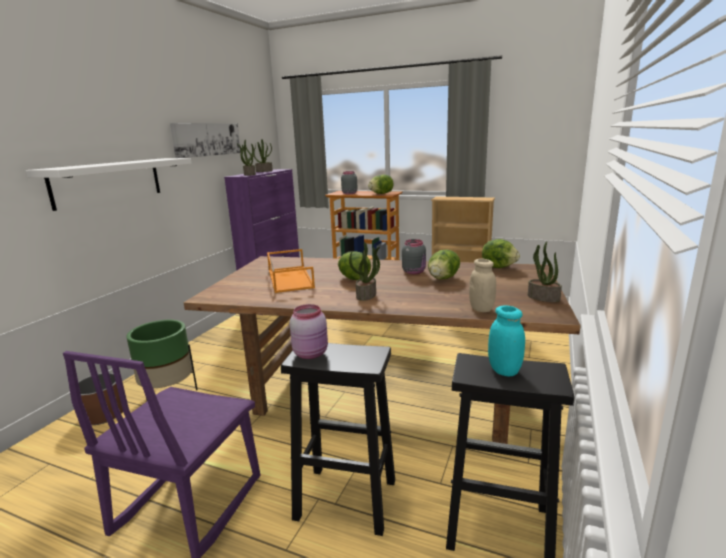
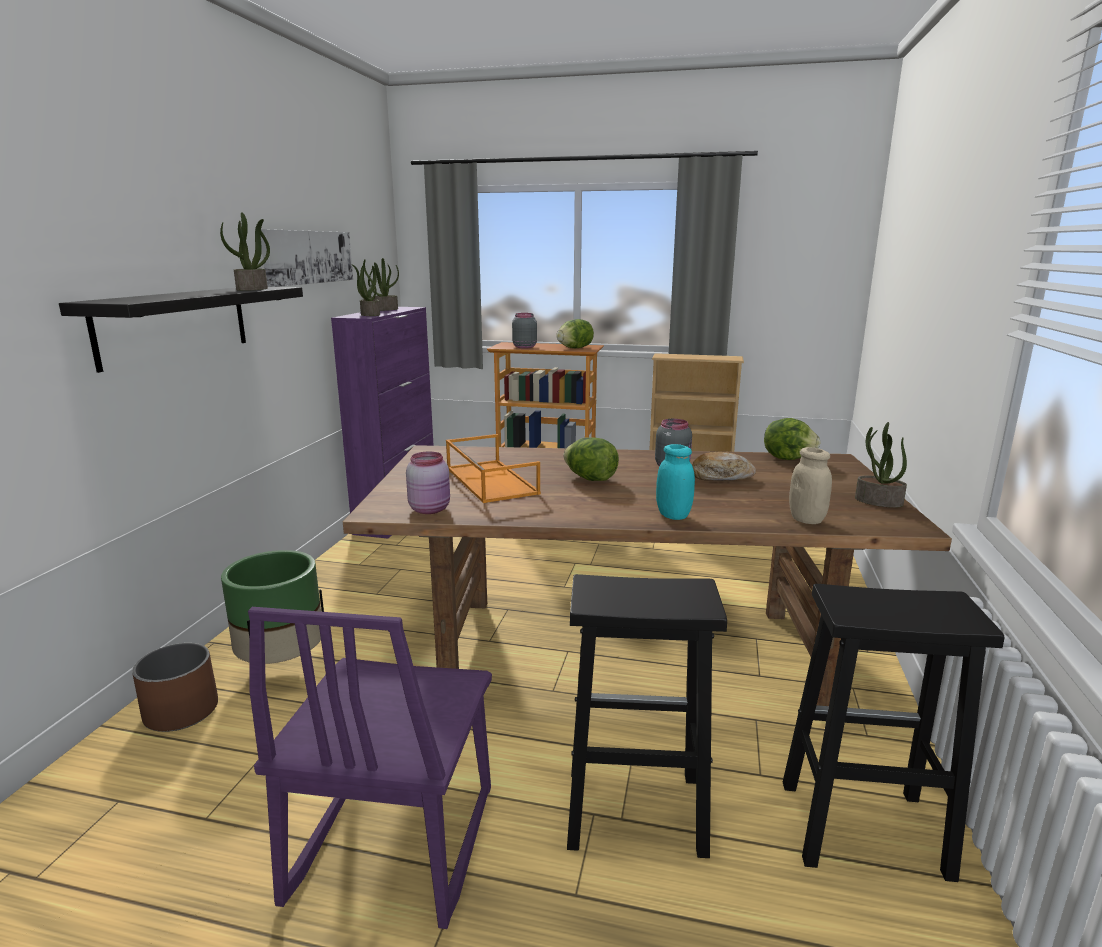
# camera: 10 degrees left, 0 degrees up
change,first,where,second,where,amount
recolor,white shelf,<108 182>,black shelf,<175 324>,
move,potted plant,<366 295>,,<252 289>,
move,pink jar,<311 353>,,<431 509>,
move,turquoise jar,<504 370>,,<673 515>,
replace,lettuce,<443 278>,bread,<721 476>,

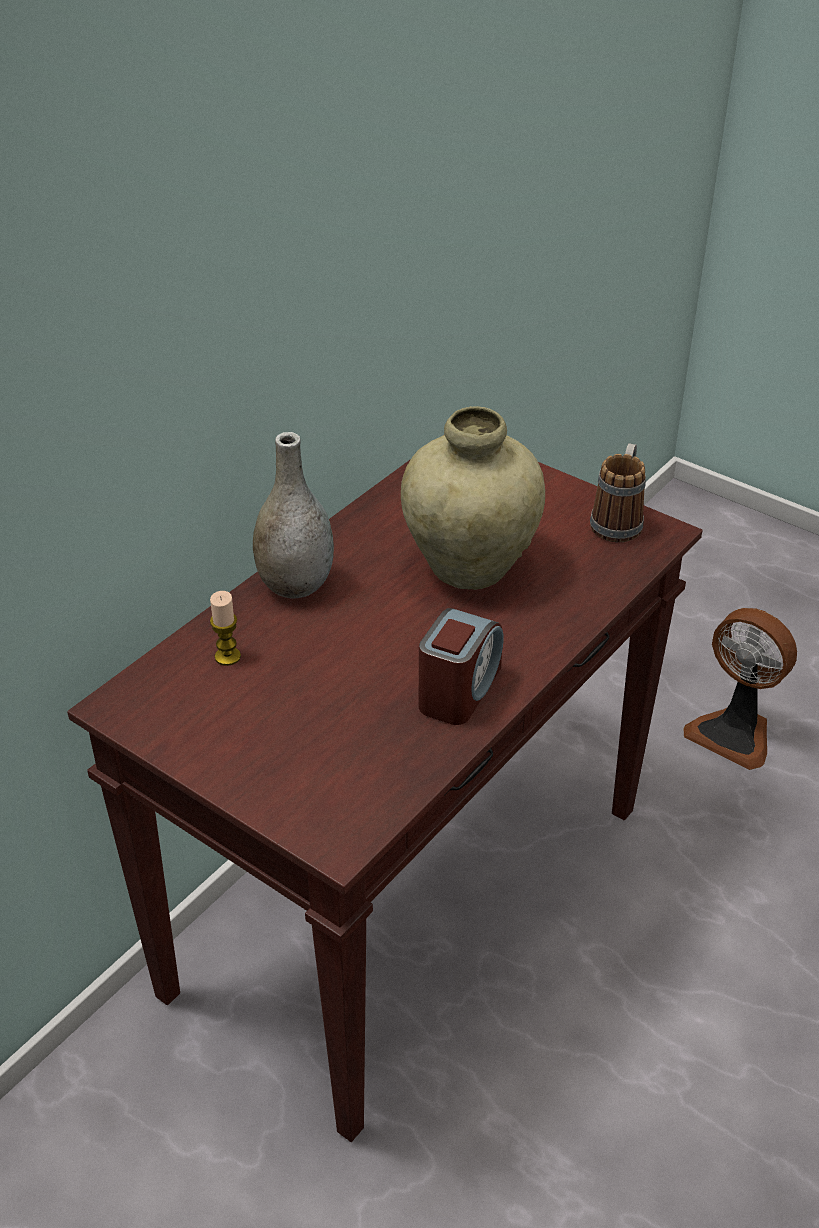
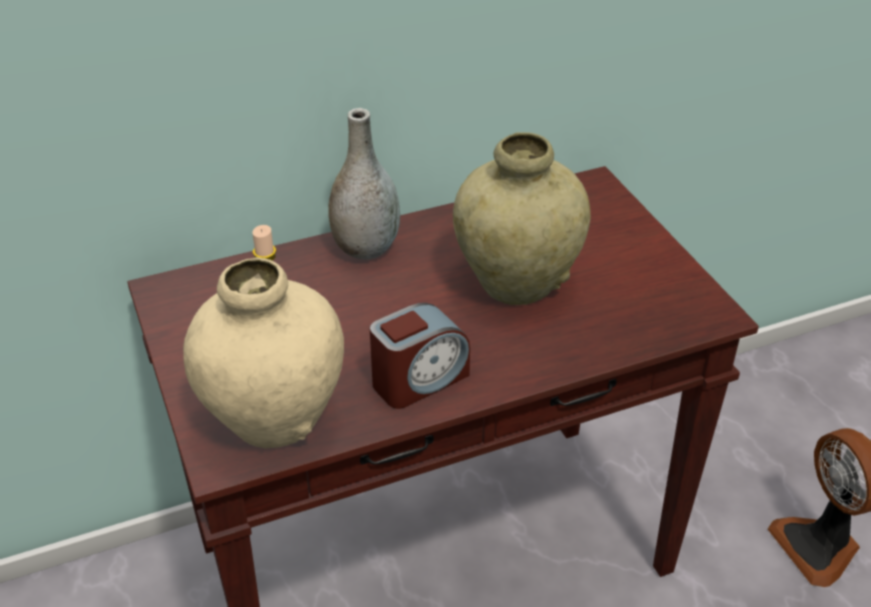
# camera: 30 degrees right, 0 degrees up
change,first,where,second,where,amount
insert,,,beige vase,<274 420>,
delete,mug,<618 520>,,,

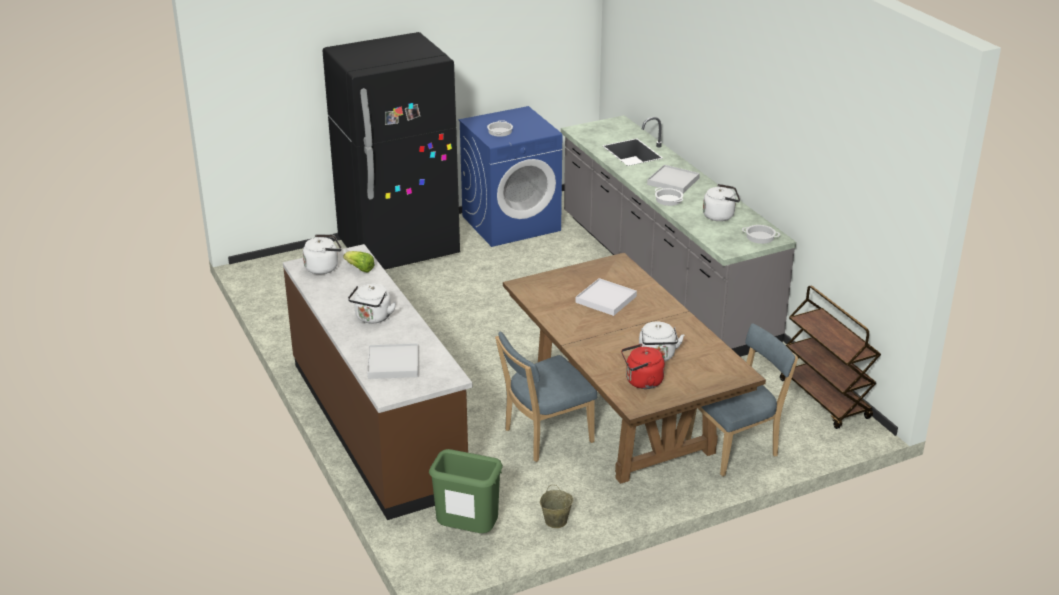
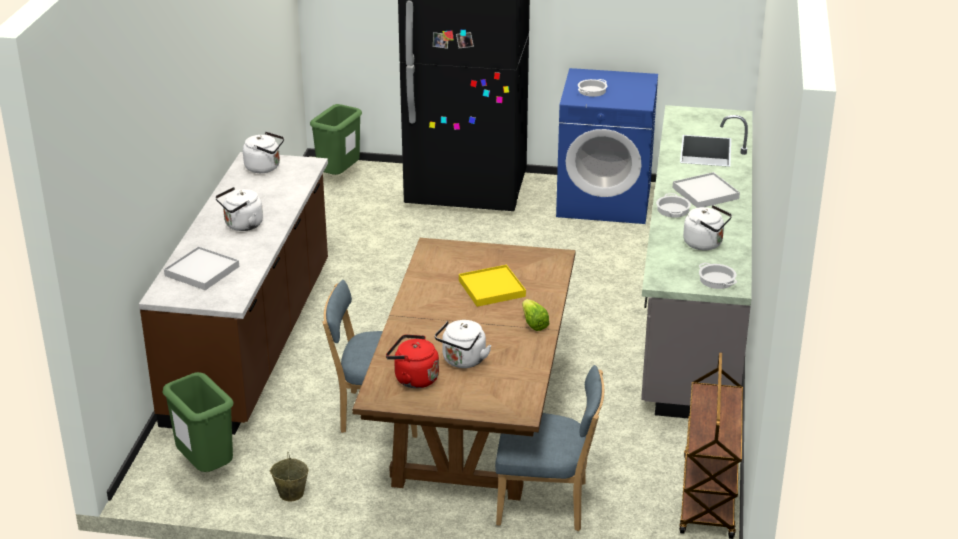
# camera: 35 degrees right, 0 degrees up
change,first,where,second,where,amount
insert,,,green trash can,<339 176>,
recolor,white tray,<606 299>,yellow tray,<492 288>,
move,lettuce,<360 269>,,<533 323>,

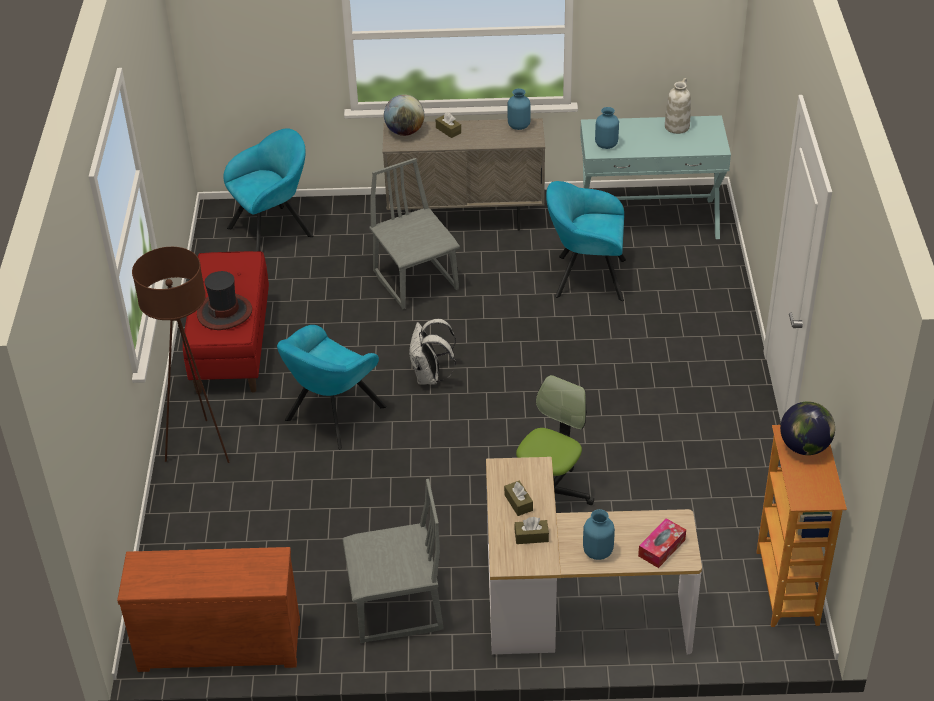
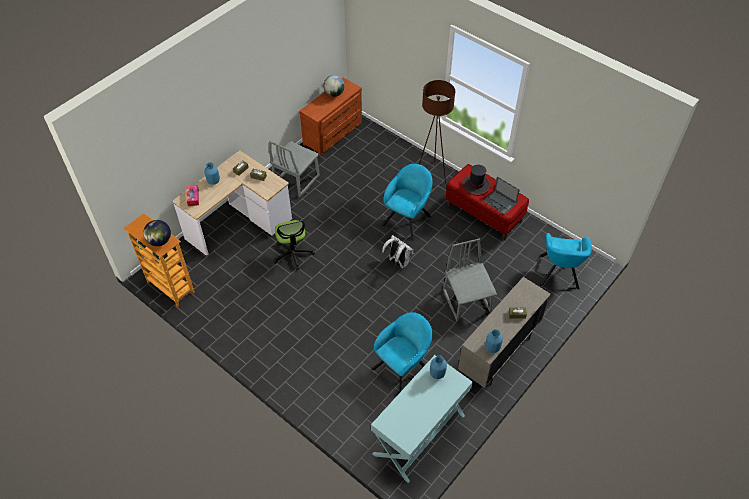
# camera: 130 degrees right, 10 degrees up
change,first,where,second,where,amount
move,globe,<405 131>,,<334 94>,
rotate,turquoise armchair,<332 416>,,<408 219>,45 degrees clockwise
rotate,grey chair,<416 280>,,<467 301>,120 degrees counterclockwise
insert,,,laptop,<500 202>,
delete,white vase,<677 126>,,,

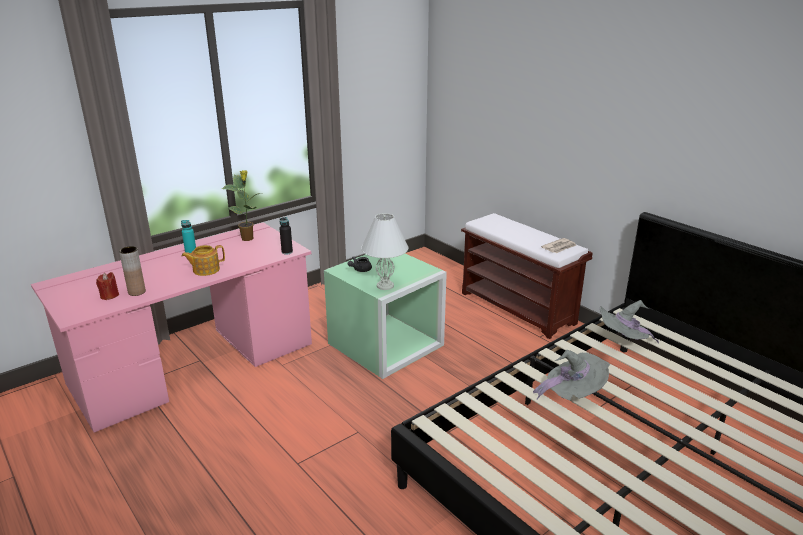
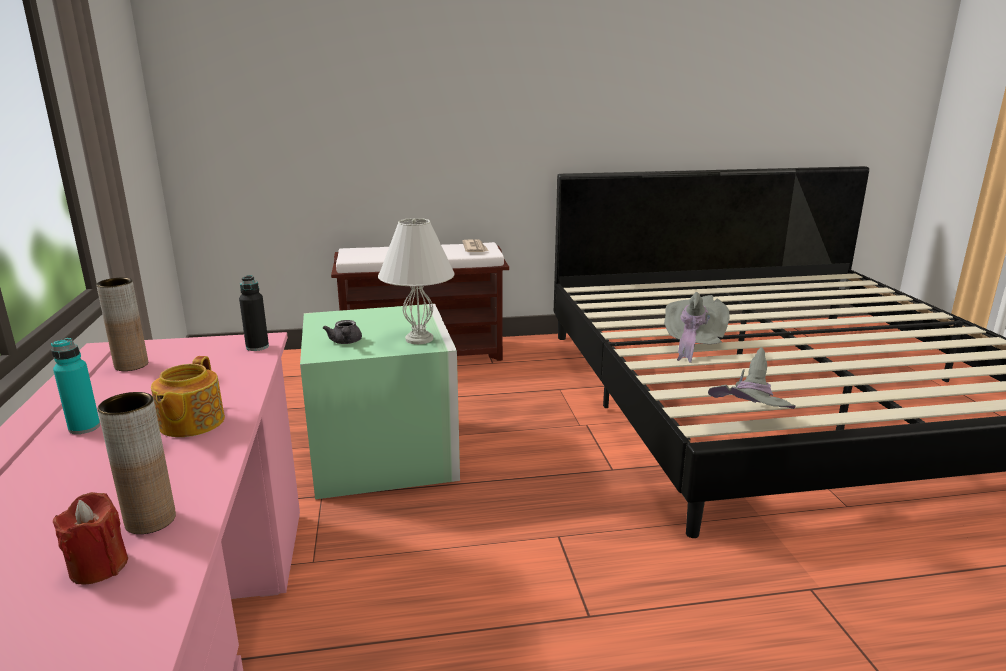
# camera: 60 degrees left, 5 degrees down
change,first,where,second,where,amount
replace,potted plant,<248 238>,brown vase,<131 365>,
move,grey hat,<622 341>,,<749 425>,

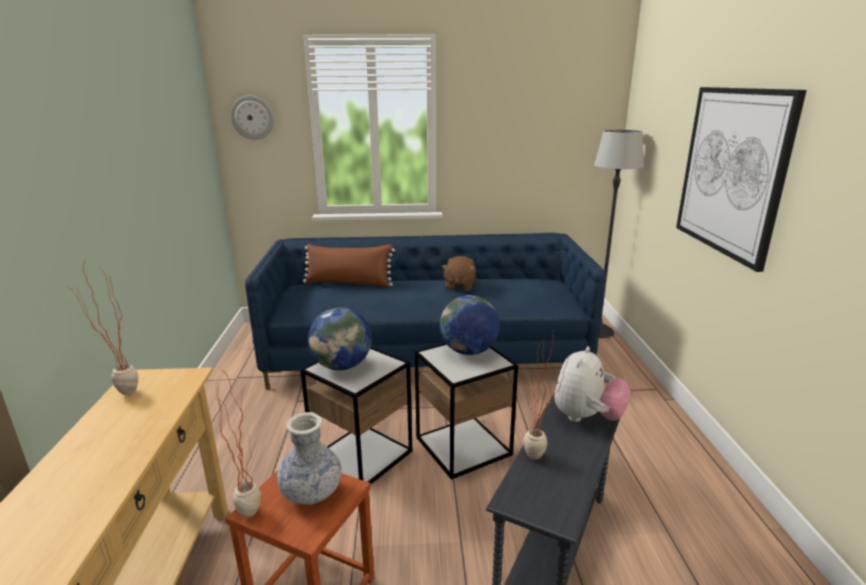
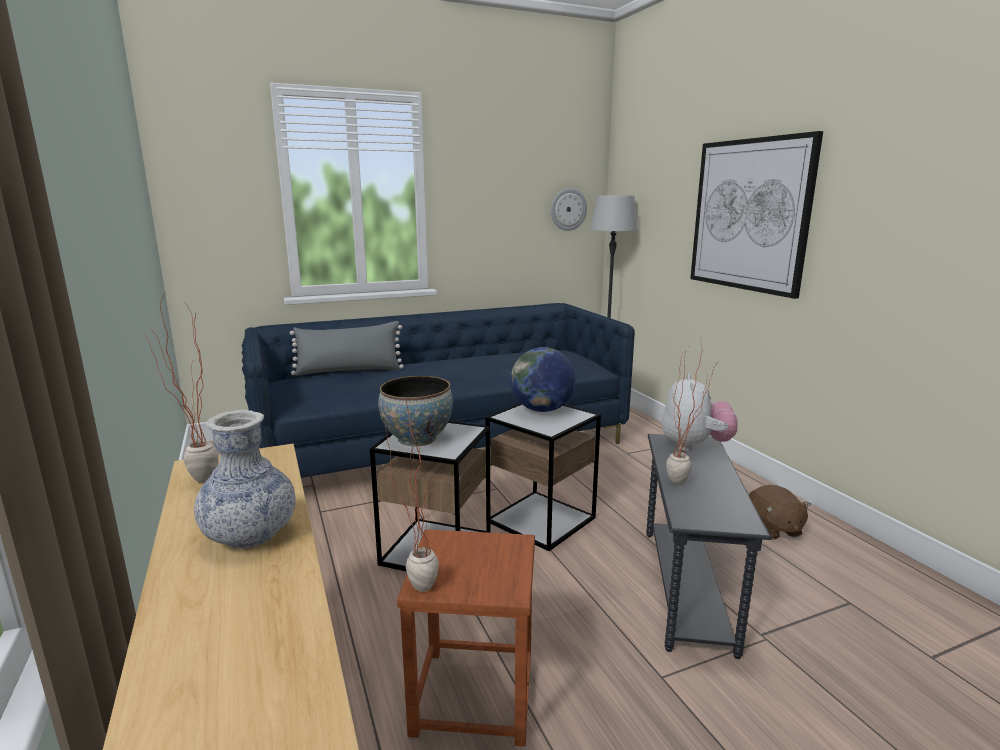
# camera: 20 degrees left, 5 degrees down
change,first,where,second,where,amount
move,vase,<311 492>,,<250 535>,
recolor,brown pillow,<348 283>,grey pillow,<349 371>,
replace,globe,<342 366>,bowl,<417 439>,
move,wall clock,<253 117>,,<568 209>,
move,brown plush toy,<459 285>,,<773 529>,

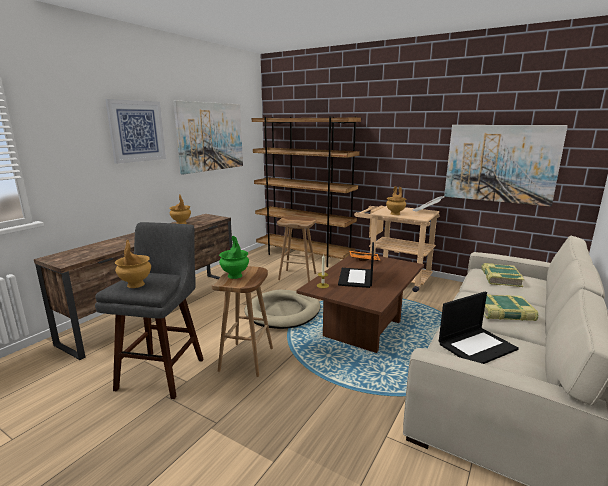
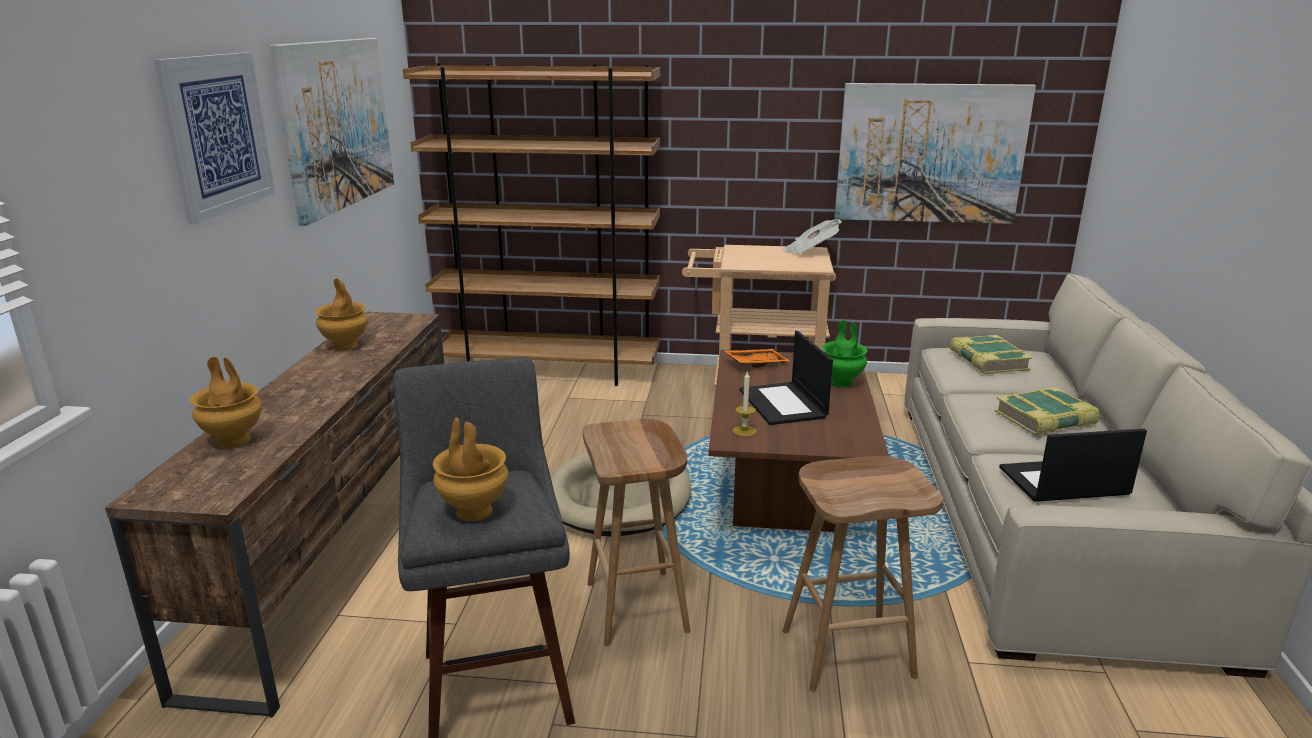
# camera: 25 degrees left, 5 degrees up
change,first,where,second,where,amount
move,brown vase,<395 214>,,<235 440>,
move,brown stool,<298 276>,,<848 652>,
move,green vase,<235 276>,,<842 382>,
rotate,laptop,<477 346>,,<1063 482>,135 degrees counterclockwise

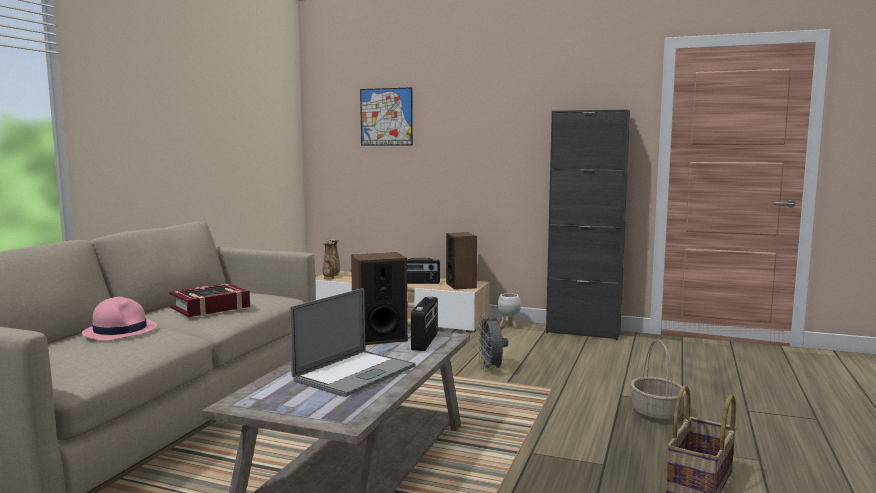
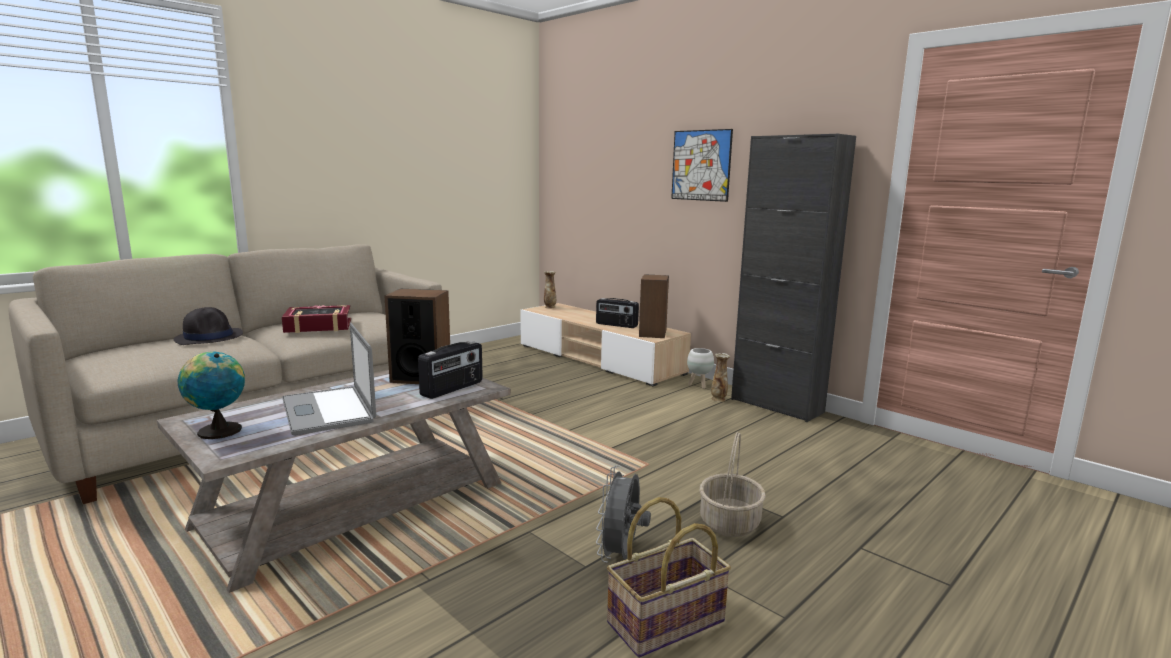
# camera: 25 degrees right, 5 degrees up
change,first,where,second,where,amount
recolor,pink hat,<120 330>,black hat,<209 337>,
insert,,,globe,<217 431>,
rotate,laptop,<355 373>,,<328 410>,90 degrees clockwise
move,grey fan,<491 370>,,<621 556>,
move,picture,<386 117>,,<701 165>,
move,vase,<329 278>,,<718 399>,

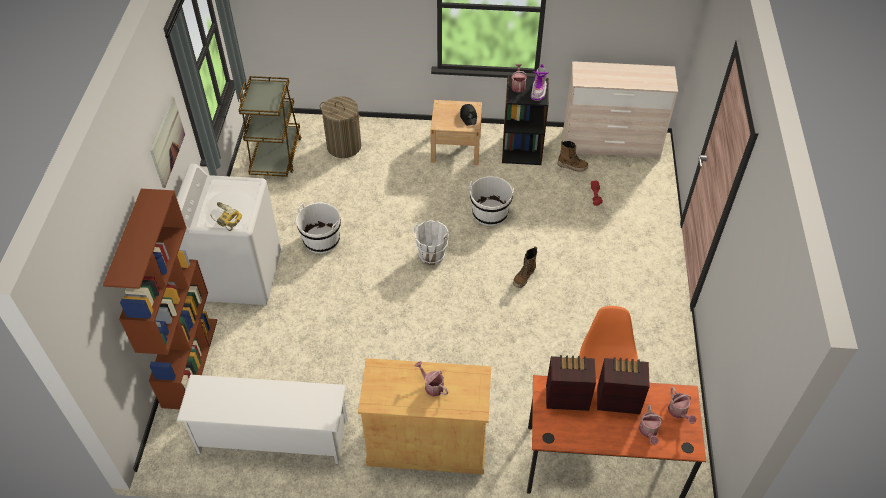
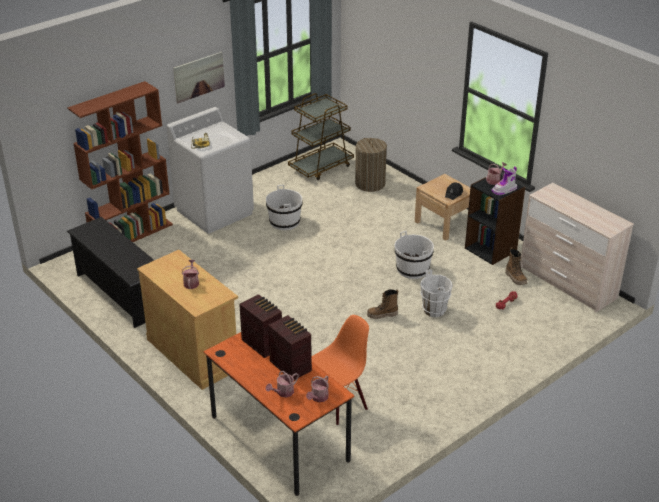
# camera: 45 degrees right, 15 degrees down
change,first,where,second,where,amount
recolor,white shoe rack,<272 436>,black shoe rack,<121 293>,
move,white bucket,<432 256>,,<434 310>,

